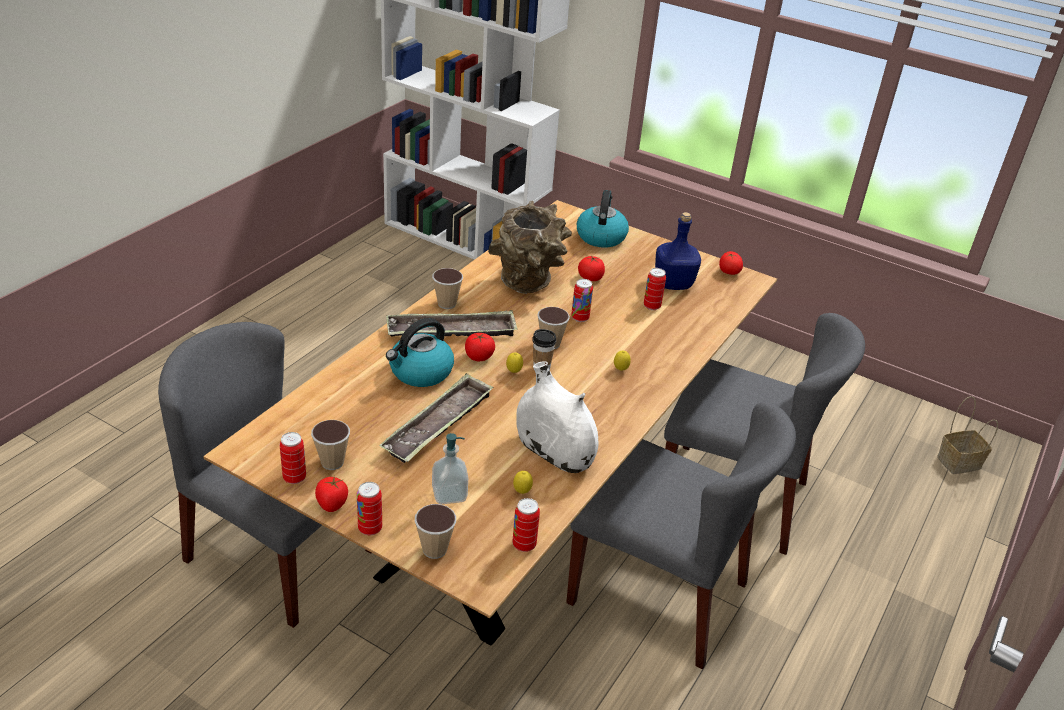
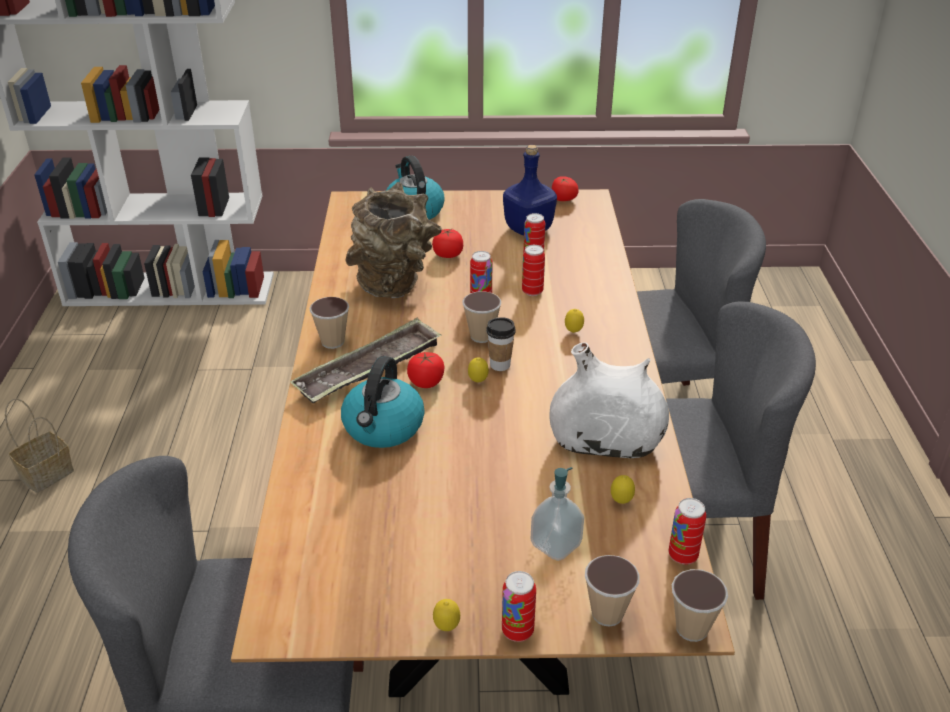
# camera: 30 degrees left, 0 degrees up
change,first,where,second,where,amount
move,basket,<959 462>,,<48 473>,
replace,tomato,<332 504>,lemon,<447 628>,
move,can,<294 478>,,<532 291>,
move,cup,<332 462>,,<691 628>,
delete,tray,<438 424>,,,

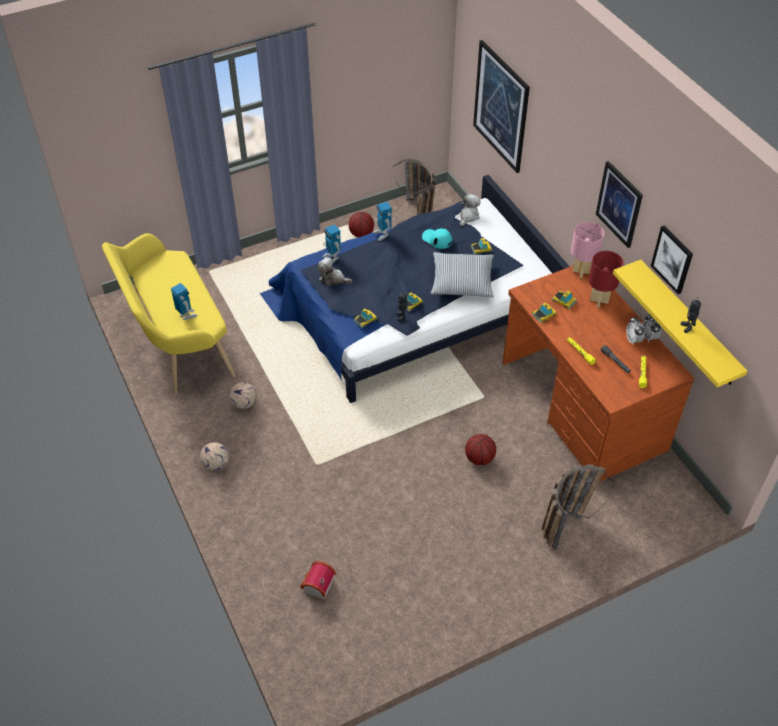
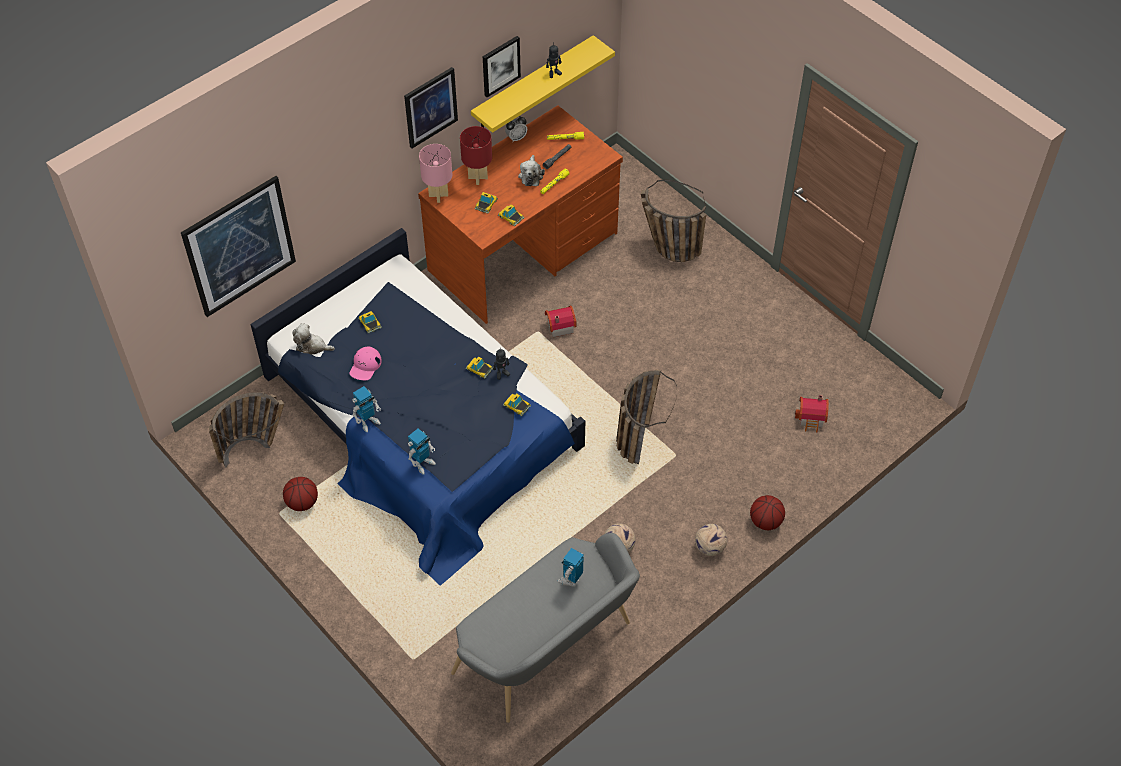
# camera: 105 degrees left, 5 degrees up
change,first,where,second,where,amount
recolor,turquoise cap,<437 239>,pink cap,<365 365>,
recolor,yellow bench,<176 343>,grey bench,<549 652>,
move,plush toy,<333 279>,,<531 175>,
insert,,,toy house,<559 325>,
insert,,,basket,<638 434>,
move,basketball,<479 458>,,<765 521>,
delete,pillow,<462 281>,,,
delete,alarm clock,<633 340>,,,

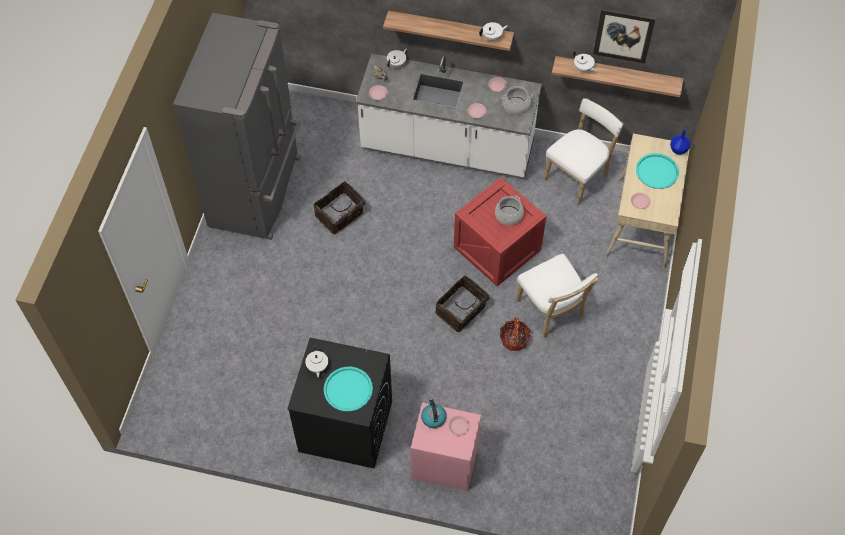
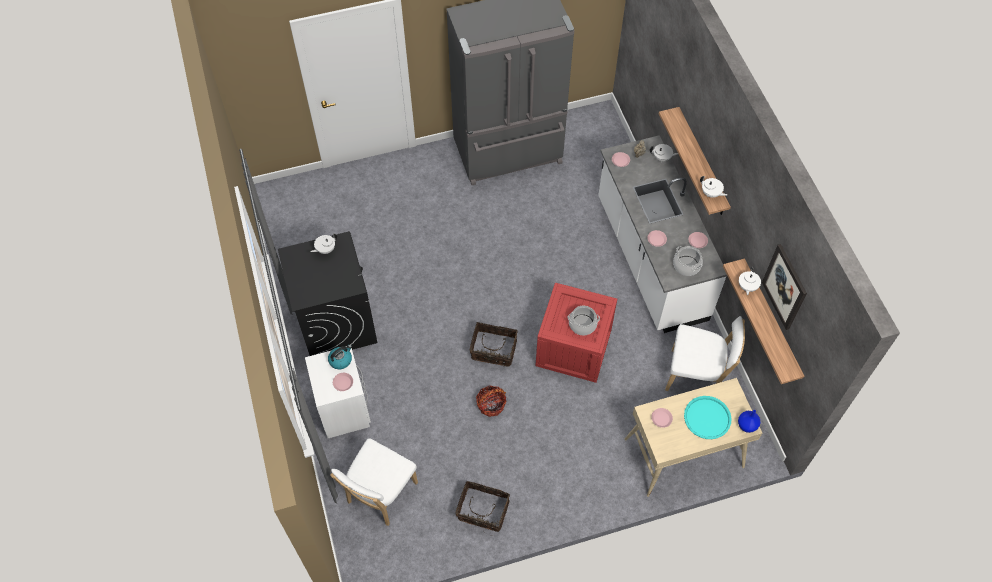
# camera: 60 degrees right, 0 degrees up
change,first,where,second,where,amount
recolor,pink nightstand,<444 462>,white nightstand,<344 408>,
move,white chair,<551 311>,,<380 495>,
move,basket,<340 215>,,<483 512>,
delete,turquoise tray,<348 389>,,,

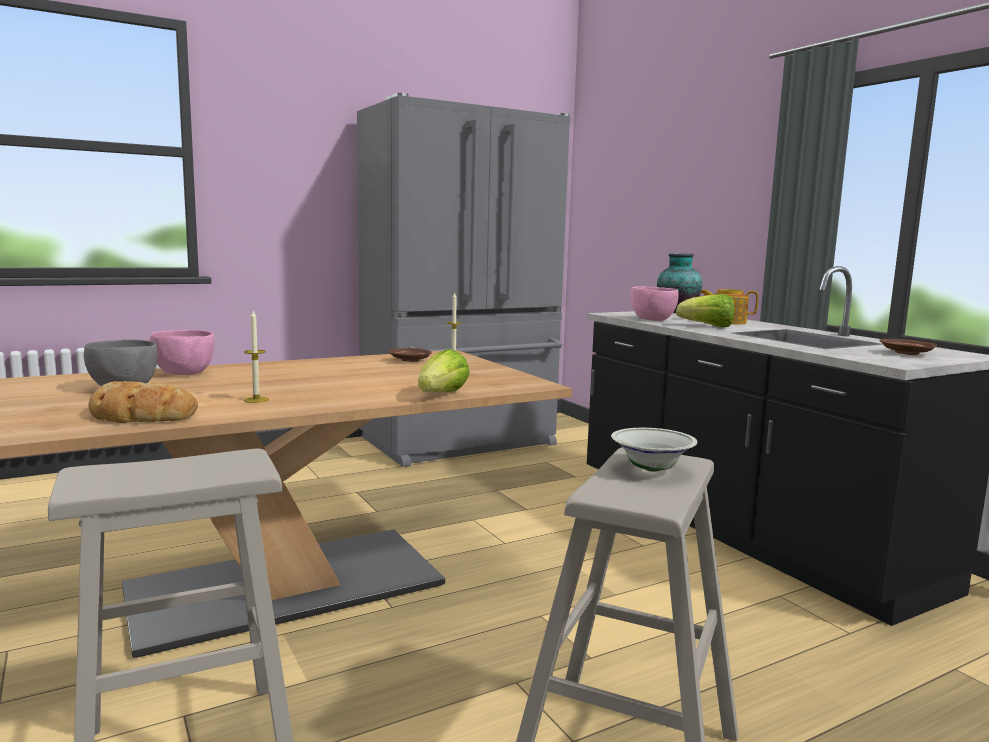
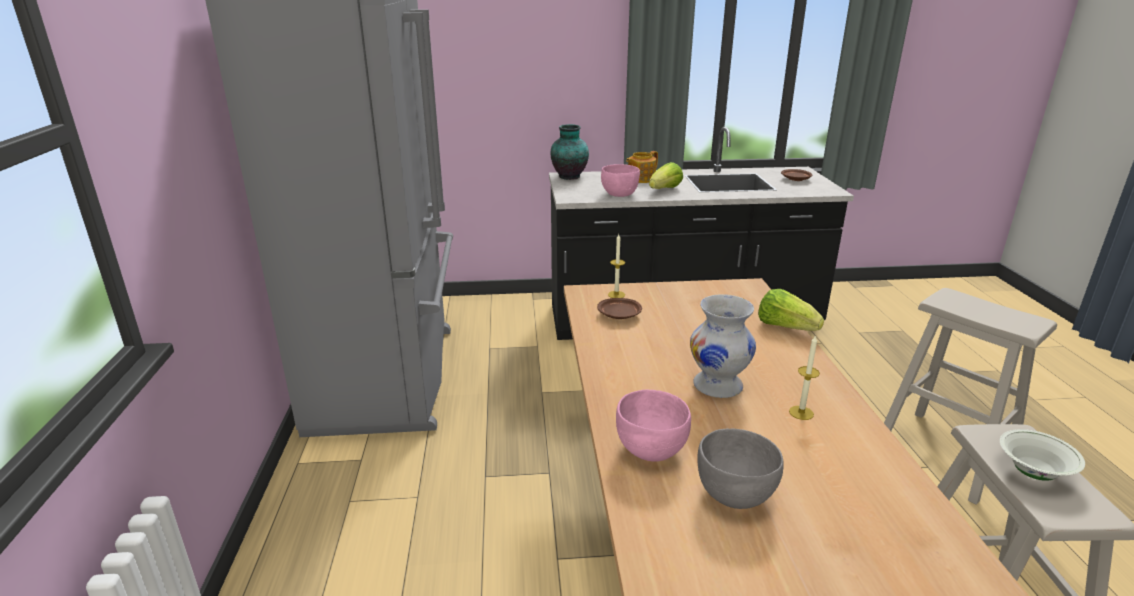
# camera: 65 degrees left, 15 degrees up
change,first,where,second,where,amount
insert,,,white vase,<719 386>,
move,white bowl,<651 469>,,<1033 473>,
delete,bread,<140 415>,,,

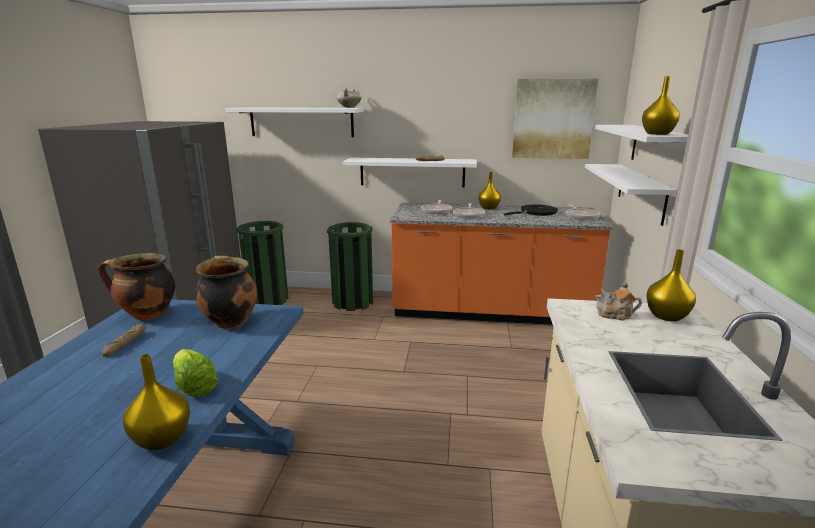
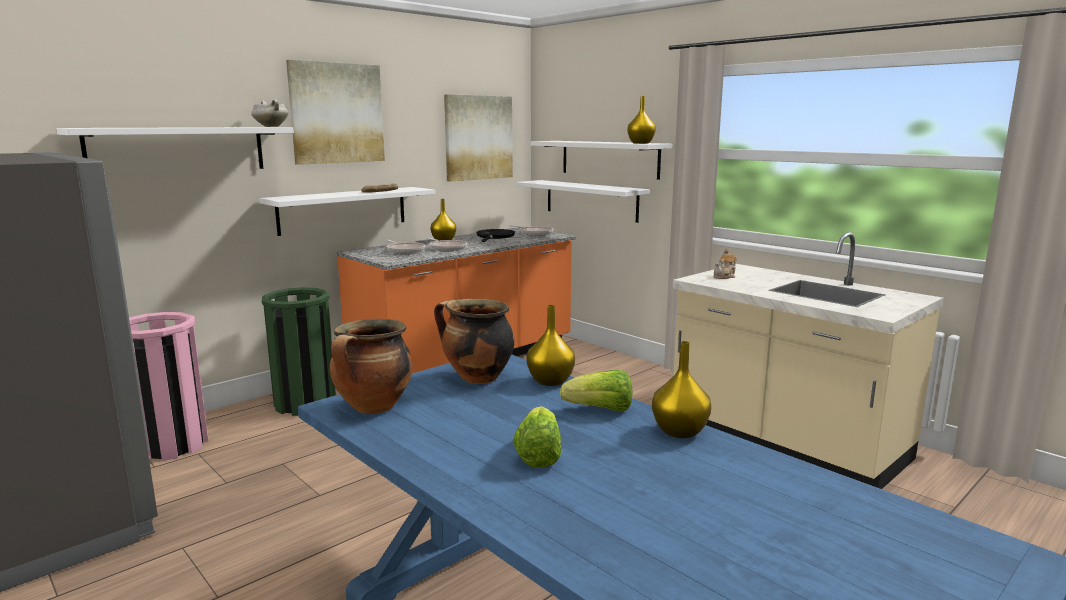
# camera: 50 degrees left, 5 degrees down
change,first,where,second,where,amount
recolor,green trash can,<268 300>,pink trash can,<171 445>,
insert,,,picture,<337 113>,
insert,,,lettuce,<539 455>,
move,yellow vase,<666 316>,,<550 381>,
delete,bread,<126 344>,,,

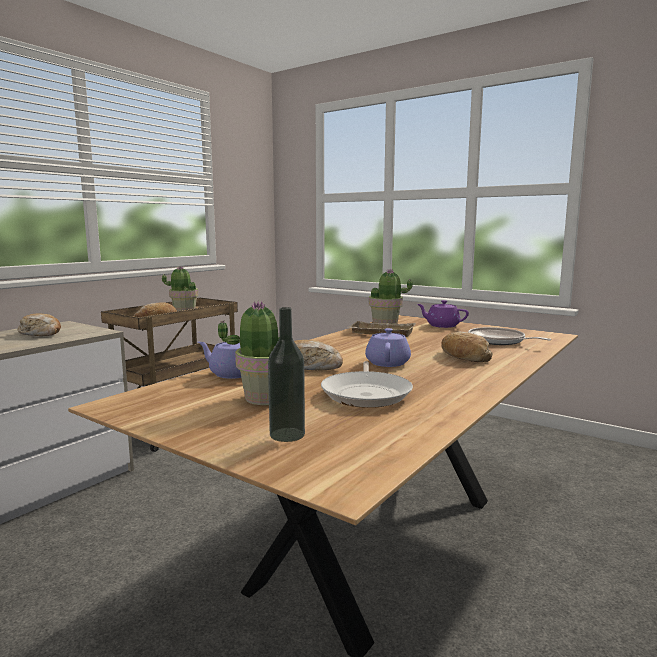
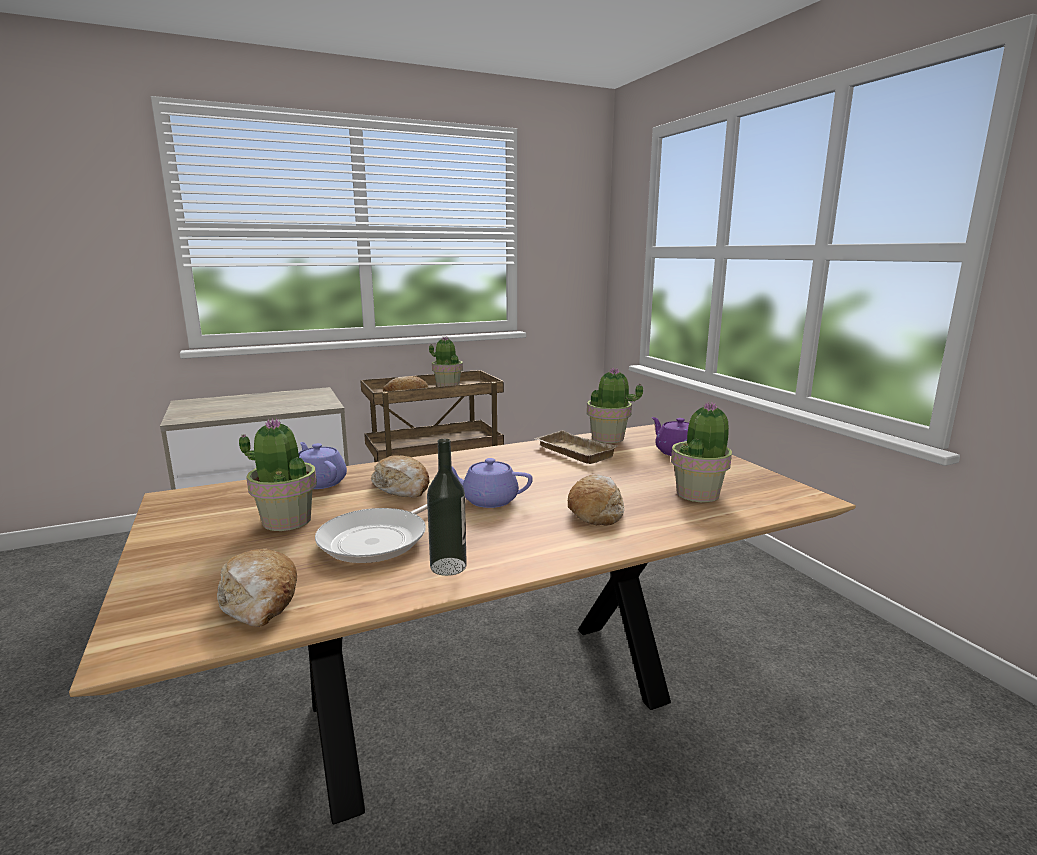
# camera: 30 degrees right, 5 degrees up
change,first,where,second,where,amount
move,bread,<41 333>,,<260 600>,
move,bottle,<287 435>,,<448 566>,
rotate,purple teapot,<387 363>,,<488 500>,120 degrees counterclockwise
replace,frying pan,<498 341>,potted plant,<698 494>,

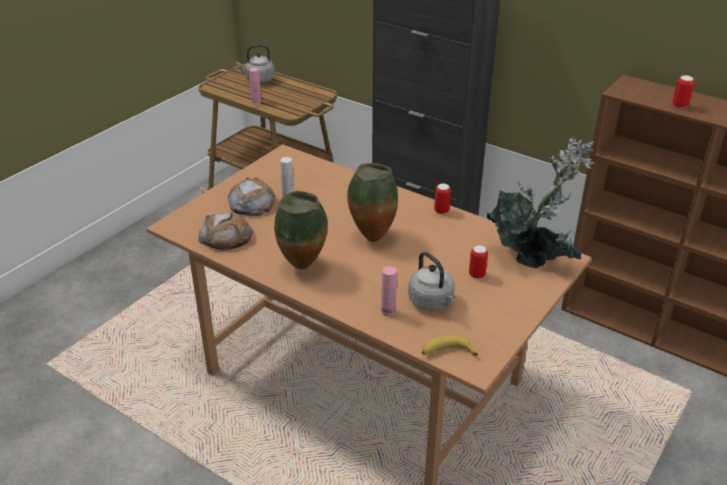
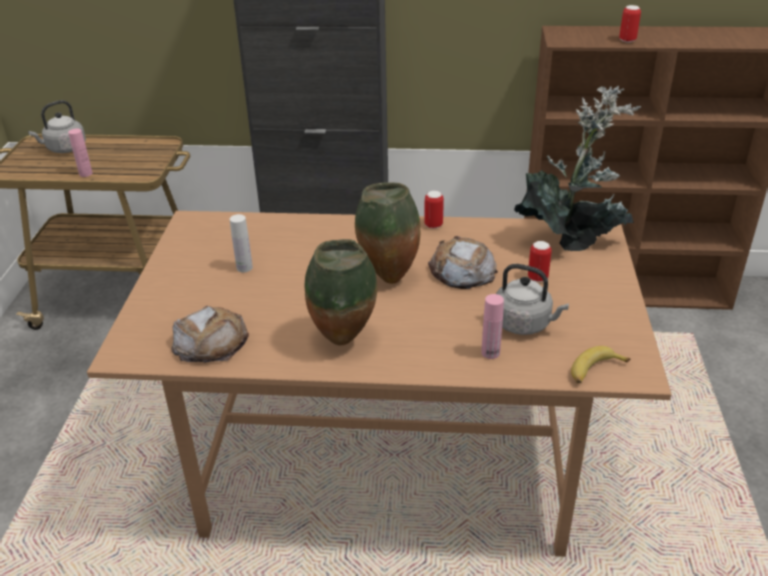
# camera: 30 degrees left, 0 degrees up
change,first,where,second,where,amount
move,bread,<251 203>,,<462 271>,

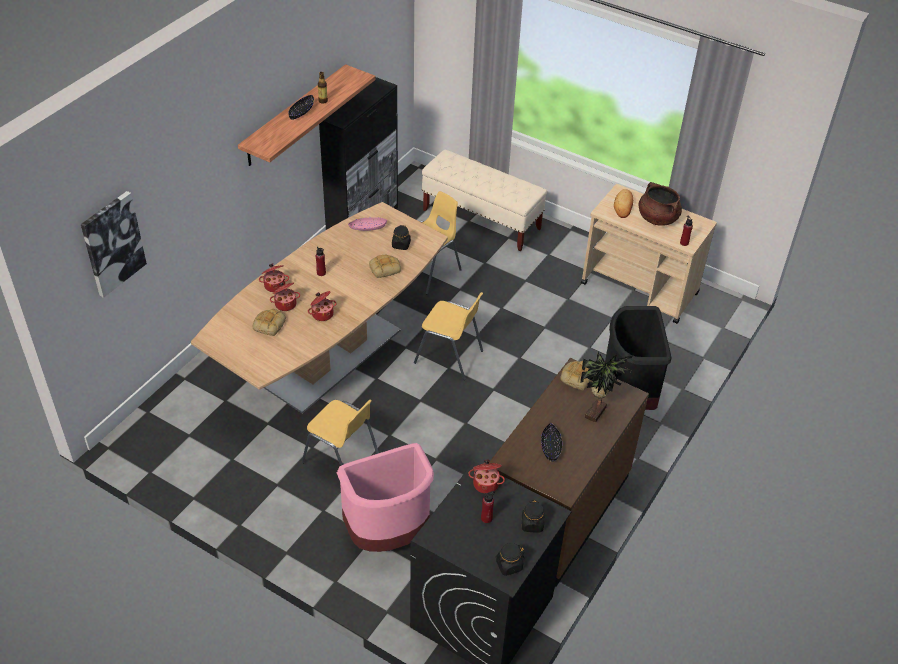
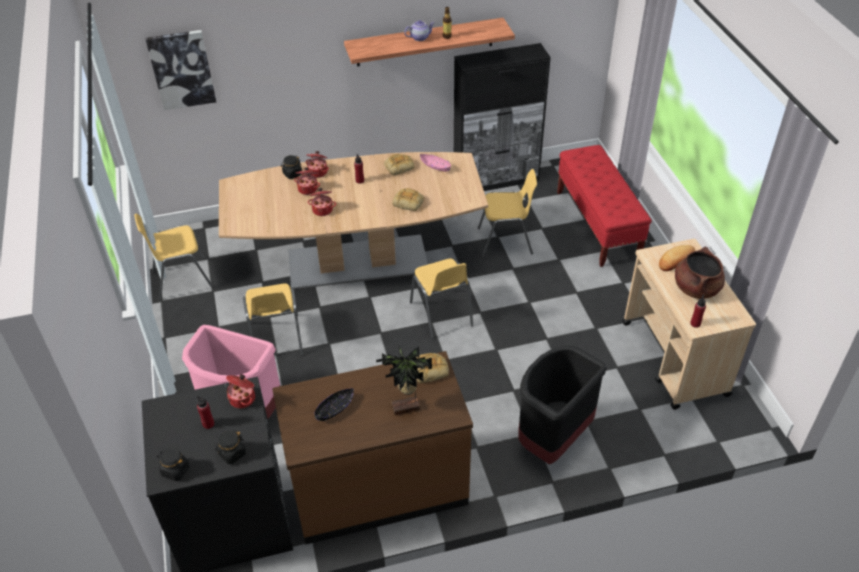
# camera: 45 degrees right, 0 degrees up
change,first,where,second,where,amount
insert,,,yellow chair,<181 279>,
move,black jar,<401 245>,,<292 174>,
move,bread,<269 324>,,<399 166>,
replace,black bowl,<301 112>,teapot,<420 37>,
recolor,beige bench,<481 220>,red bench,<597 225>,

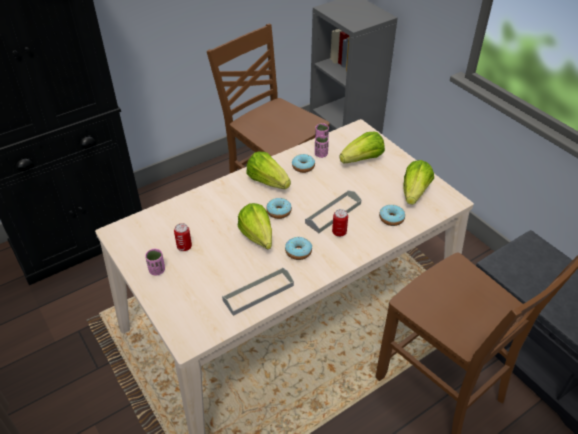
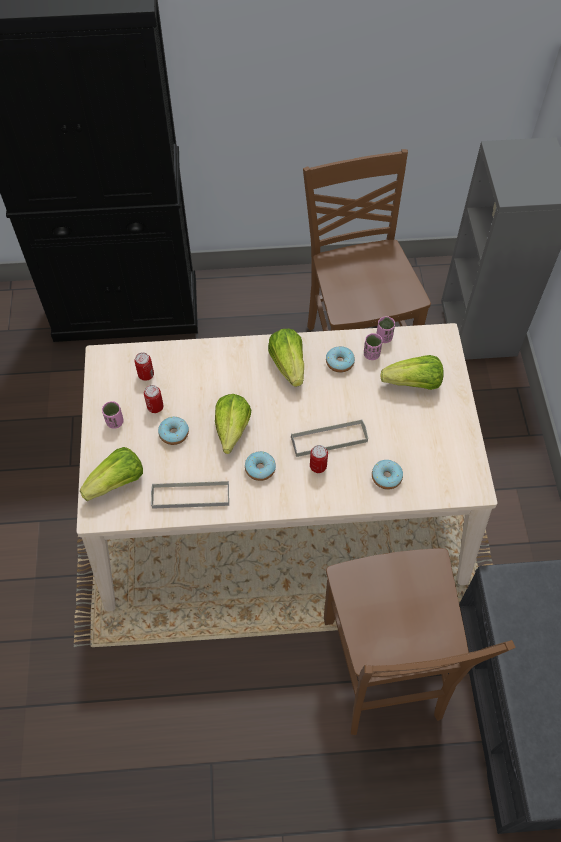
# camera: 30 degrees right, 15 degrees up
change,first,where,second,where,amount
move,lettuce,<414 192>,,<117 482>,
insert,,,can,<146 375>,
move,donut,<279 212>,,<174 433>,

